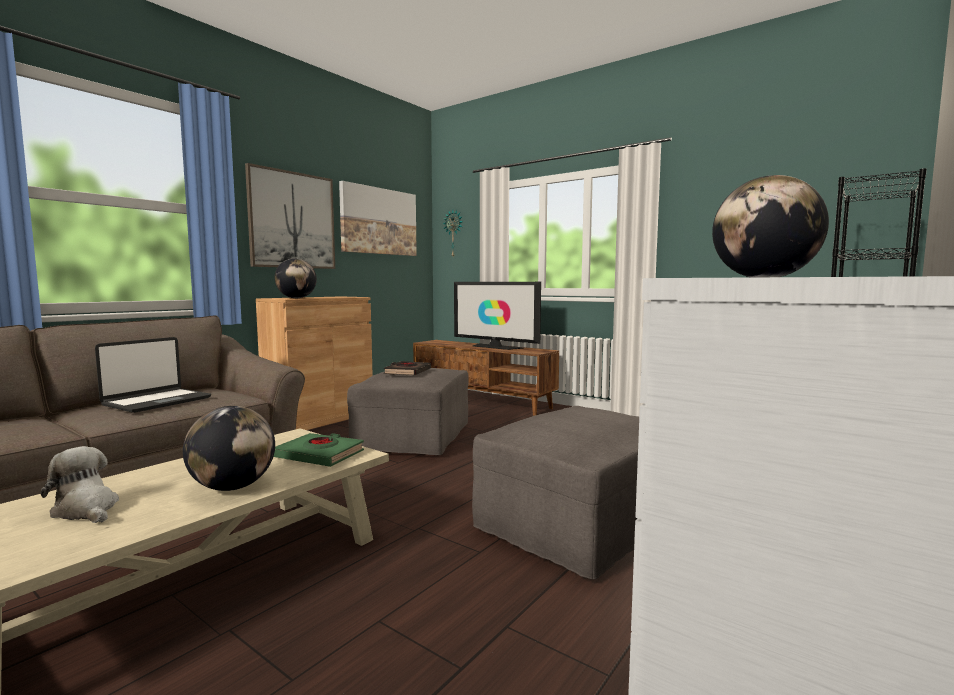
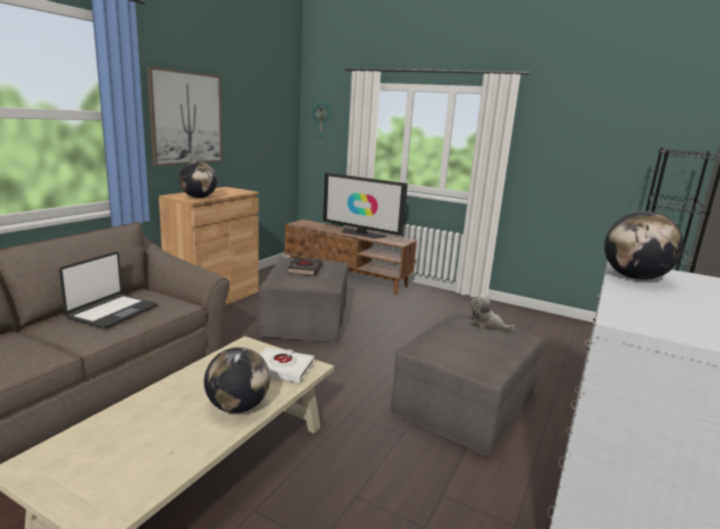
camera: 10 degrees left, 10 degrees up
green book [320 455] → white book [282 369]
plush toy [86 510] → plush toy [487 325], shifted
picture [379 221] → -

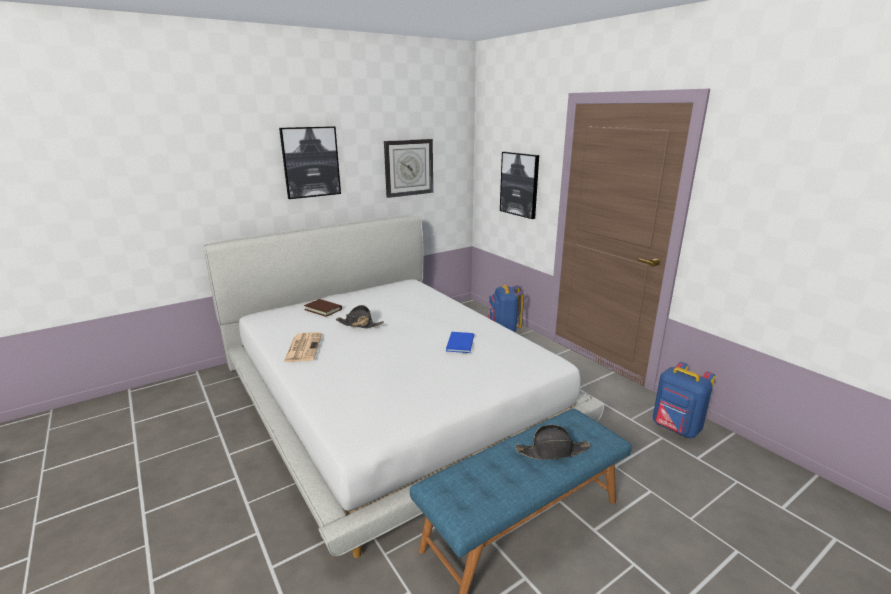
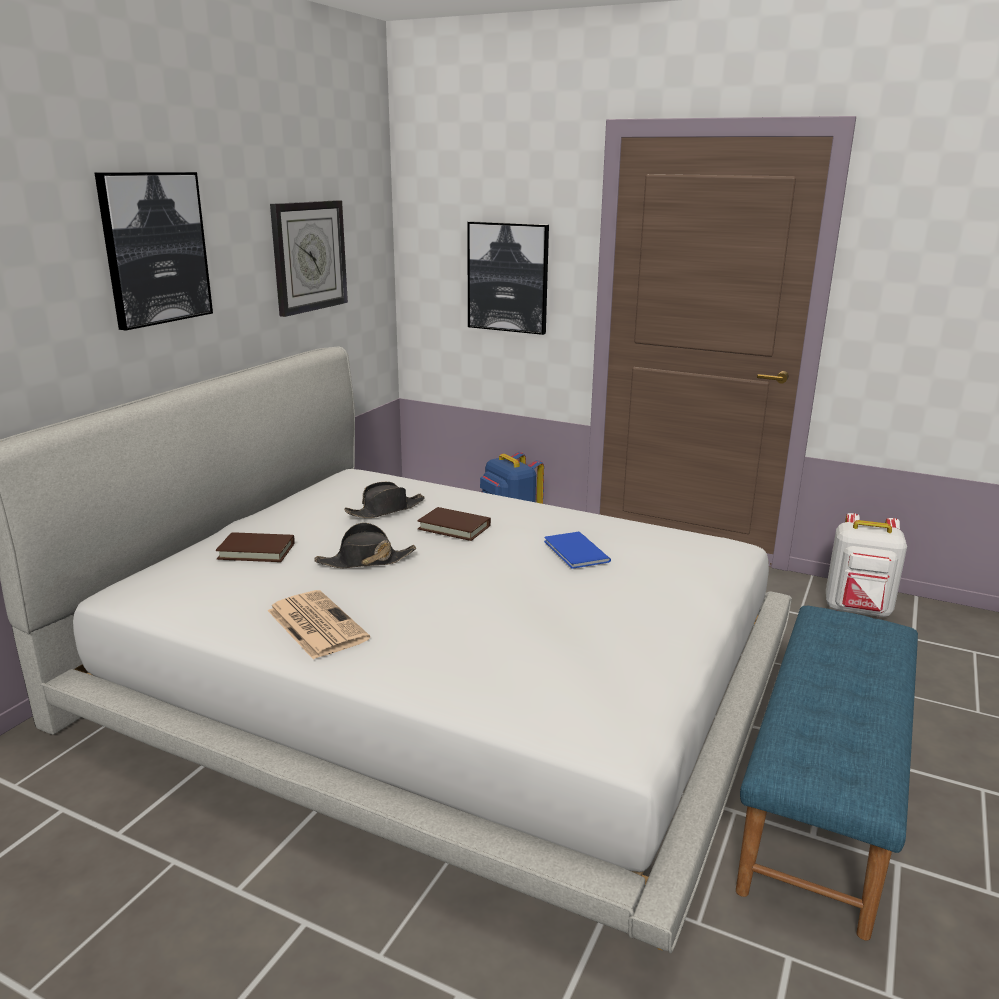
camera: 30 degrees left, 0 degrees up
black hat [552 451] → black hat [386 510], shifted
- → brown book [454 527]
blue backpack [675 429] → white backpack [858 610]

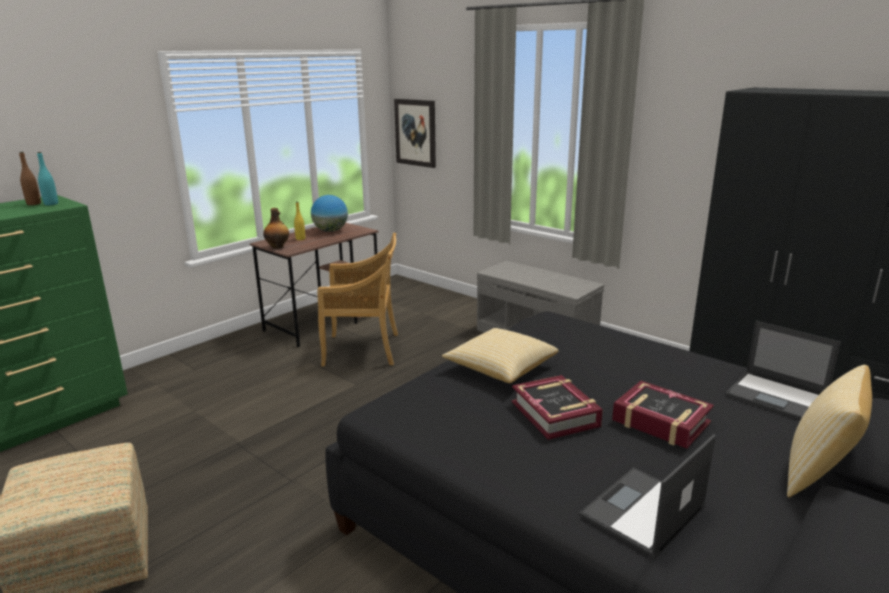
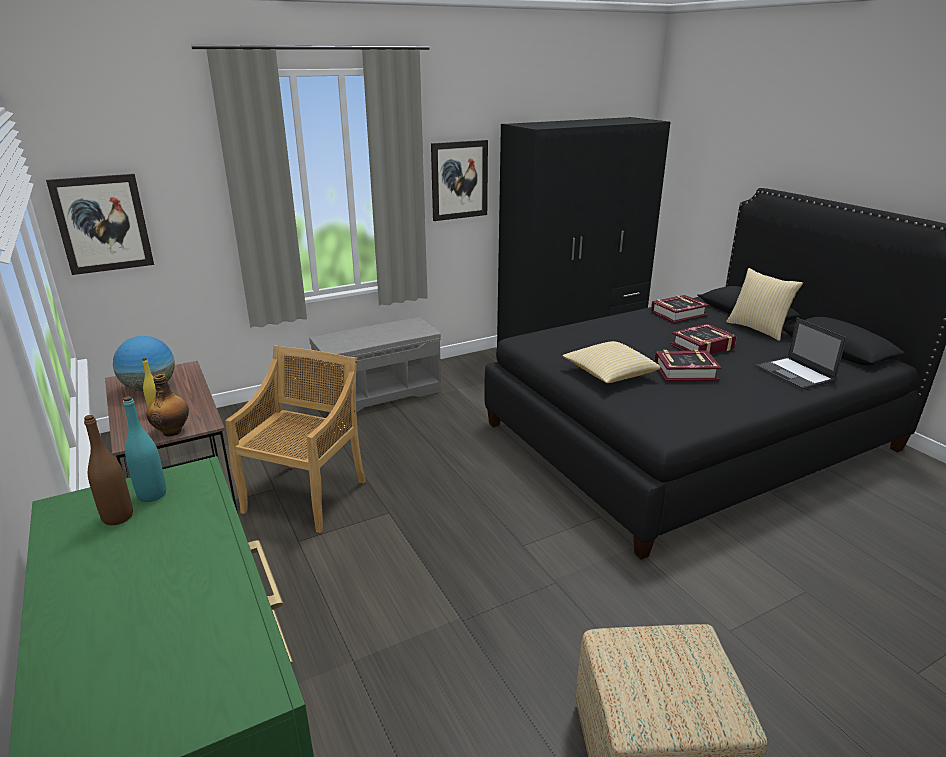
camera: 70 degrees left, 5 degrees up
- → picture [459 180]
laptop [777 397] → book [678 313]

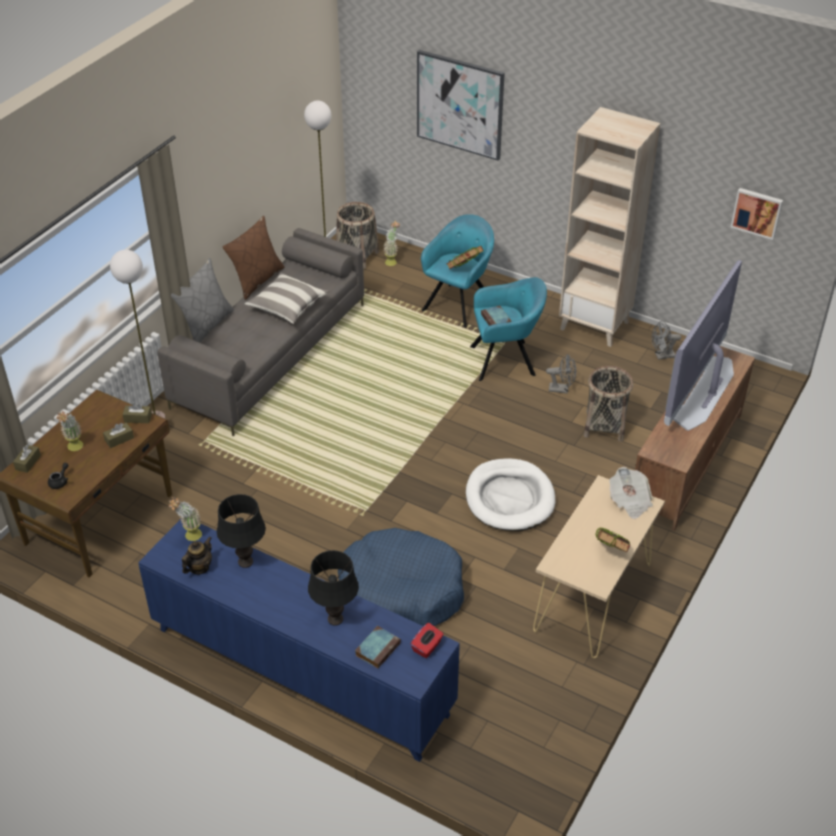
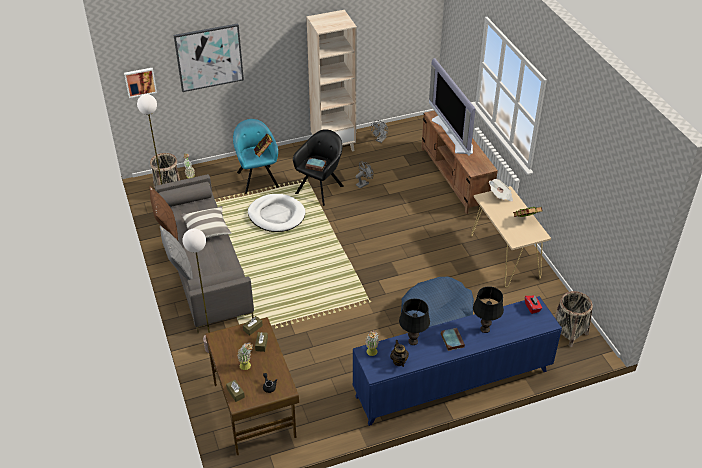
camera: 50 degrees left, 0 degrees up
picture [757 212] → picture [140 81], shifted
white dog bed [509 498] → white dog bed [276 215], shifted
turquoise armchair [505 360] → black armchair [320 188]
book [378 648] → book [451 340], shifted
basket [604 426] → basket [568 332], shifted

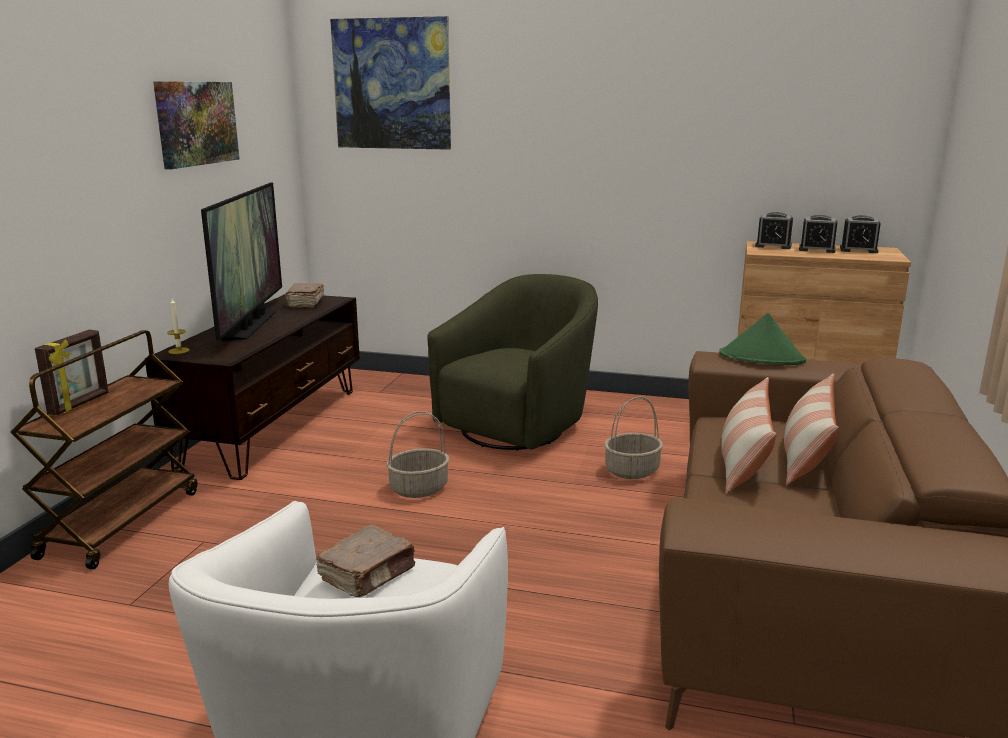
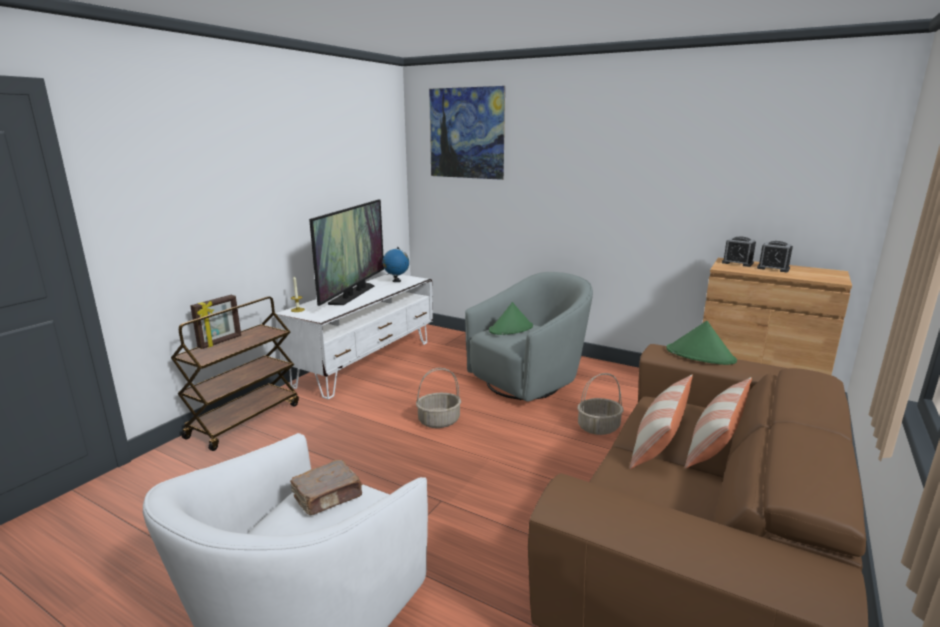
camera: 15 degrees right, 0 degrees up
brown tv stand [274 427] → white tv stand [366 363]
brown book [305 303] → globe [396 281]
green armchair [519 425] → grey armchair [529 381]
- → green hat [511 329]
picture [196 123] → -
alarm clock [858 250] → -

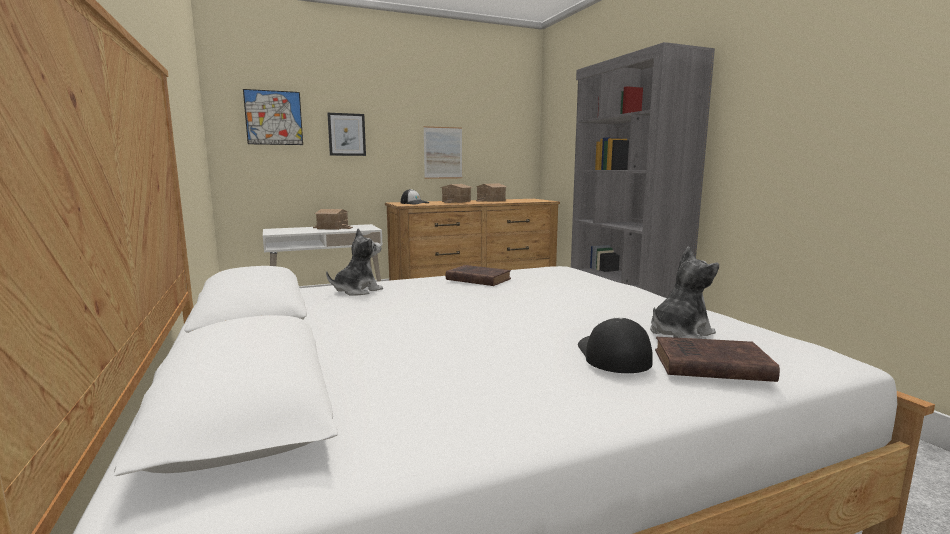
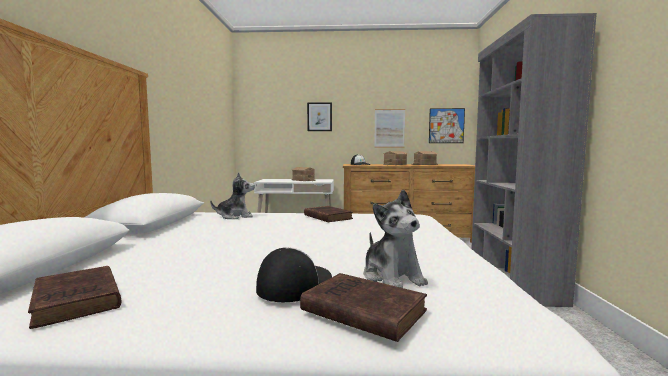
camera: 25 degrees right, 5 degrees down
- → brown book [77 301]
plush toy [679 334] → plush toy [392 277], 75 degrees clockwise
picture [273 117] → picture [446 125], shifted

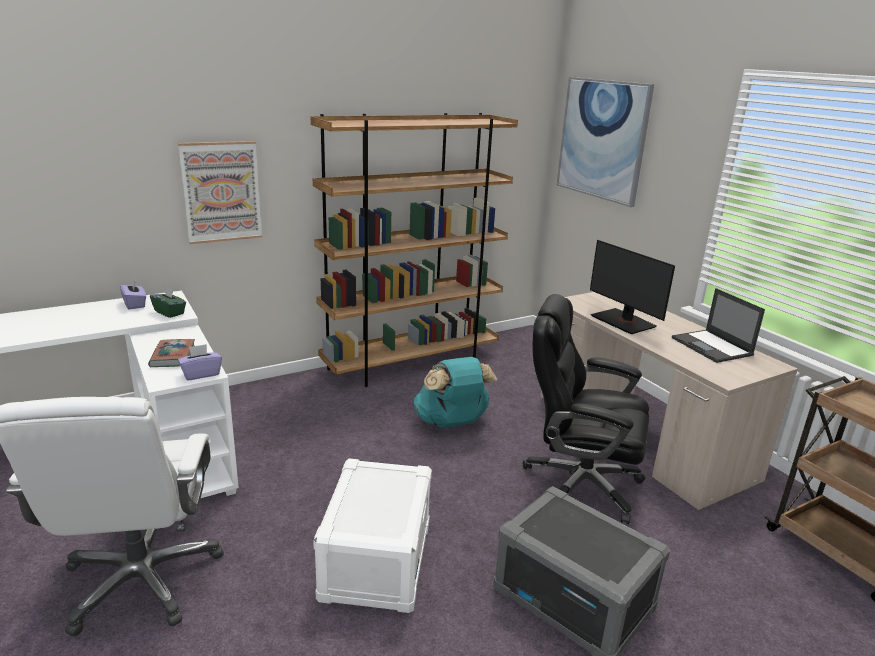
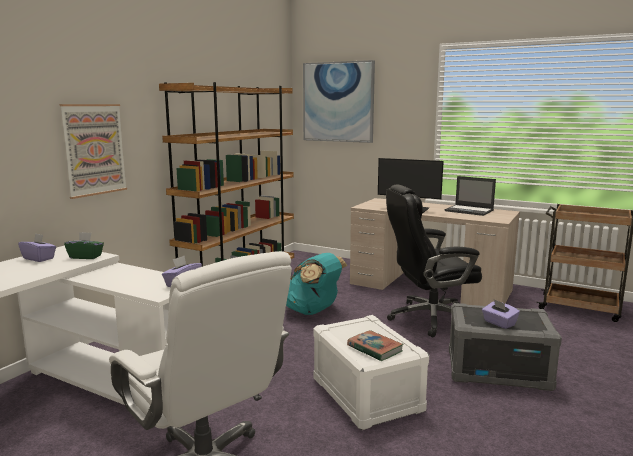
camera: 30 degrees left, 10 degrees down
book [173 356] → book [374 349], shifted
- → purple tissue box [499 323]

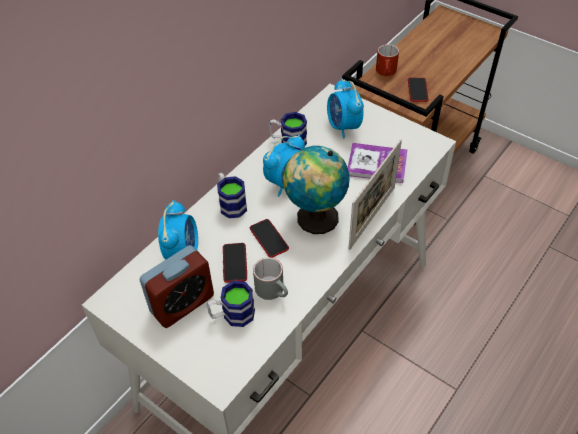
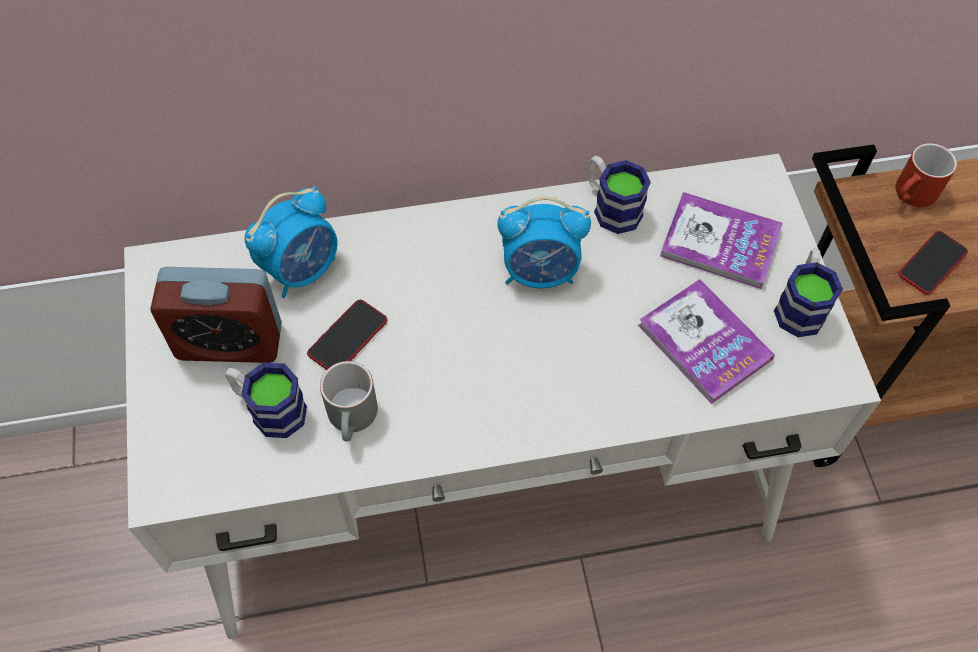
camera: 40 degrees right, 10 degrees up
alarm clock [343 127] → book [720 242]
mug [230 203] → mug [800 305], shifted
phone [269 238] → -
globe [314 219] → -
picture frame [372 217] → -

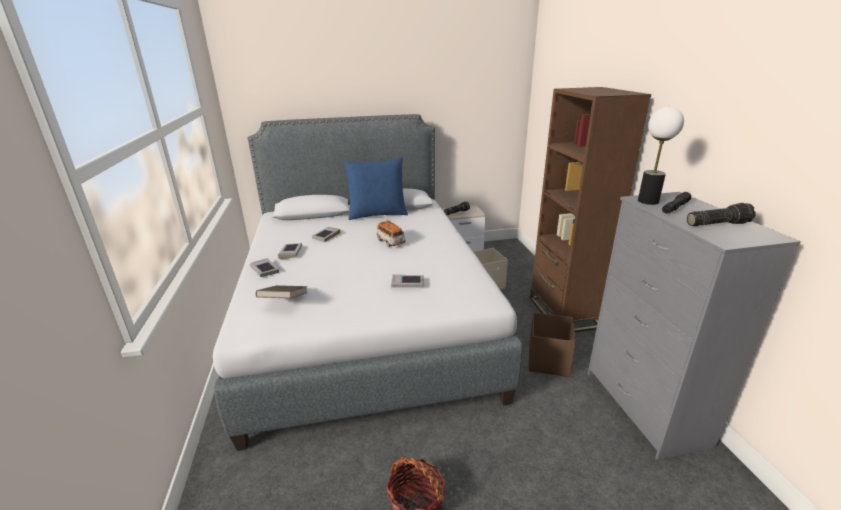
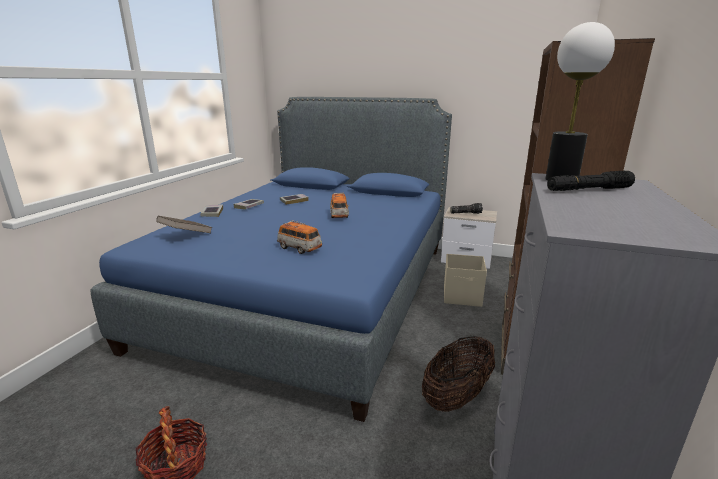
camera: 30 degrees right, 5 degrees down
grey bed [364 318] → blue bed [313 291]
book [407 284] → toy car [299 248]
brown storage box [548 360] → basket [457 396]
blue pillow [377 214] → -
flashlight [716 224] → -

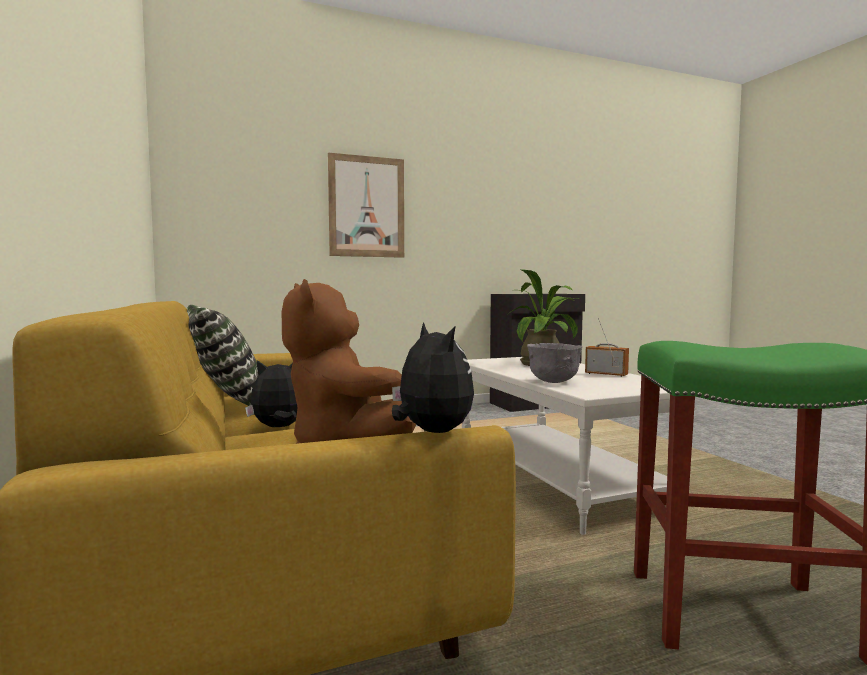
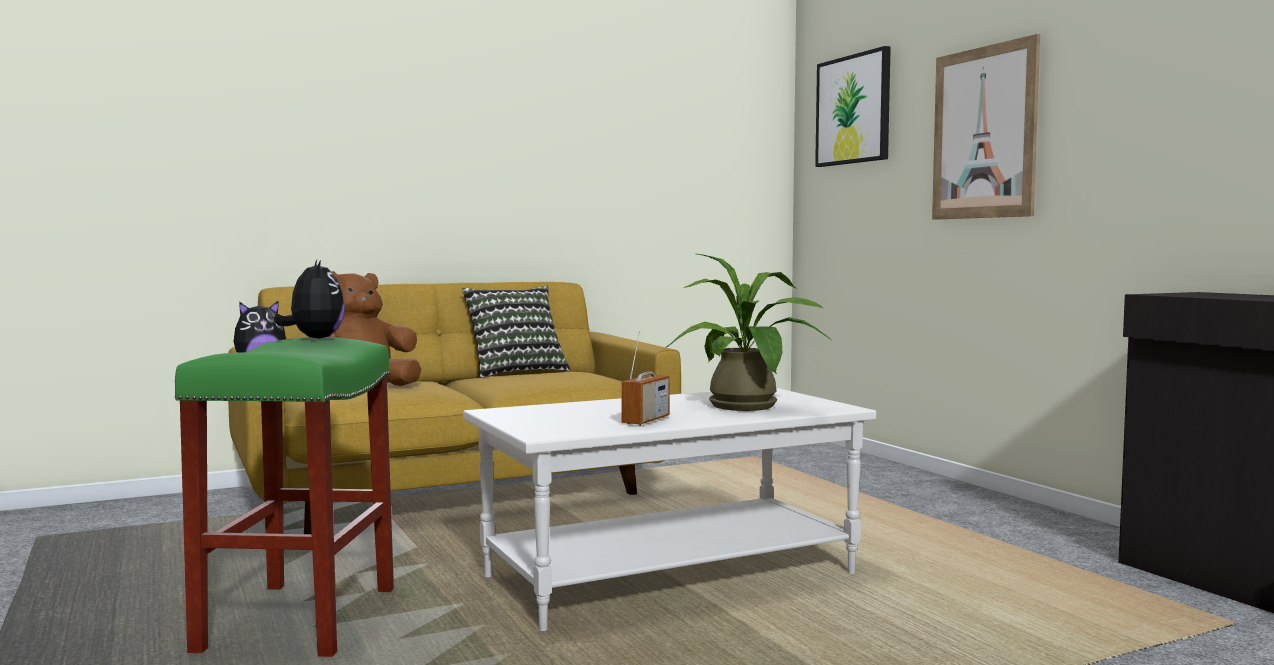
camera: 85 degrees right, 0 degrees up
plush toy [279 428] → plush toy [314 338], shifted
- → picture [853 109]
grey bowl [553 382] → -

